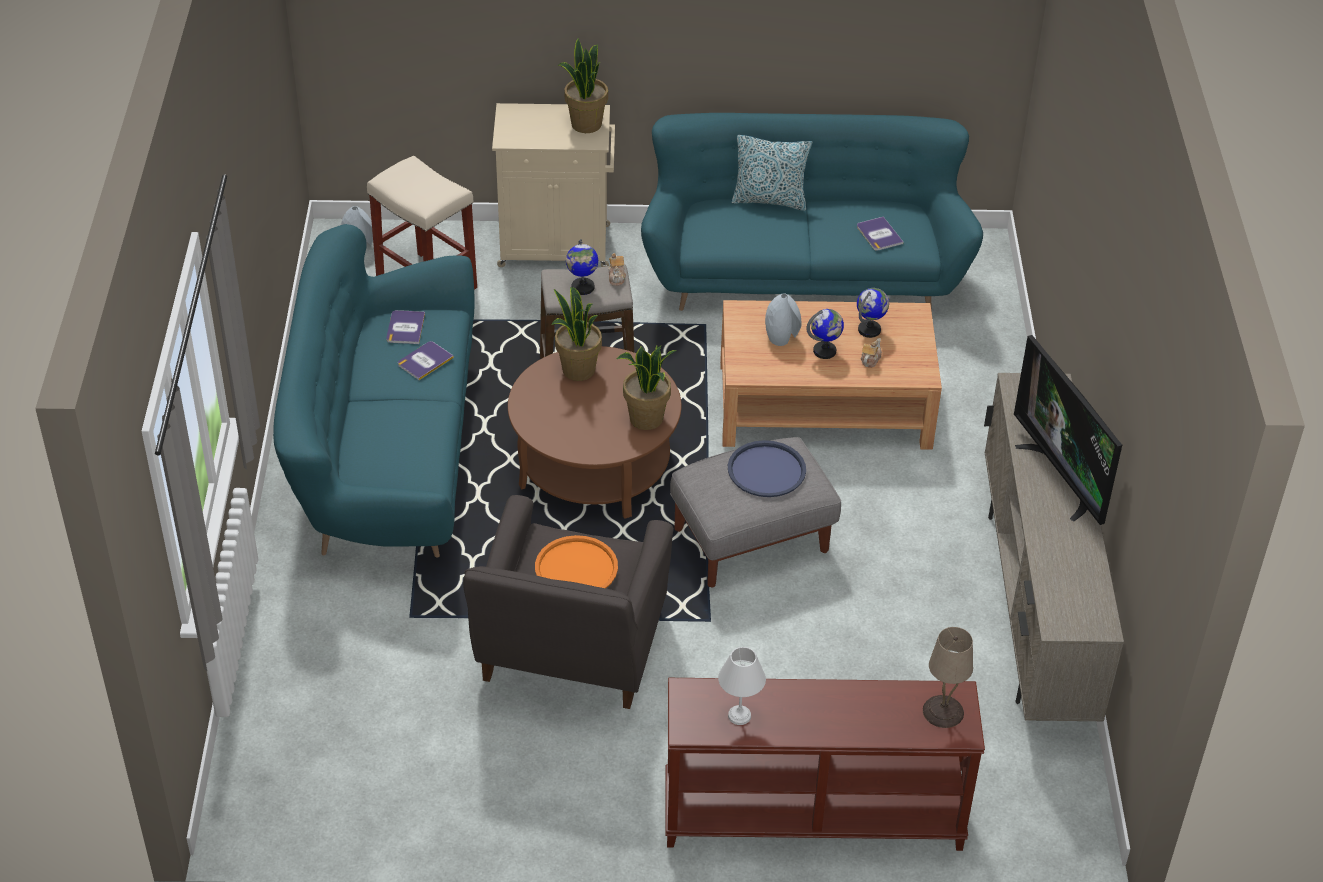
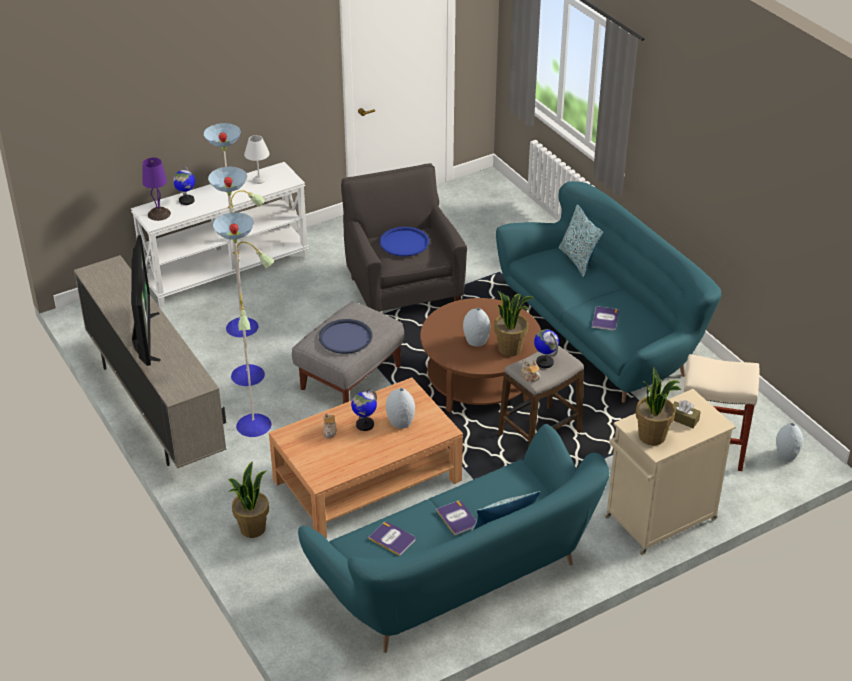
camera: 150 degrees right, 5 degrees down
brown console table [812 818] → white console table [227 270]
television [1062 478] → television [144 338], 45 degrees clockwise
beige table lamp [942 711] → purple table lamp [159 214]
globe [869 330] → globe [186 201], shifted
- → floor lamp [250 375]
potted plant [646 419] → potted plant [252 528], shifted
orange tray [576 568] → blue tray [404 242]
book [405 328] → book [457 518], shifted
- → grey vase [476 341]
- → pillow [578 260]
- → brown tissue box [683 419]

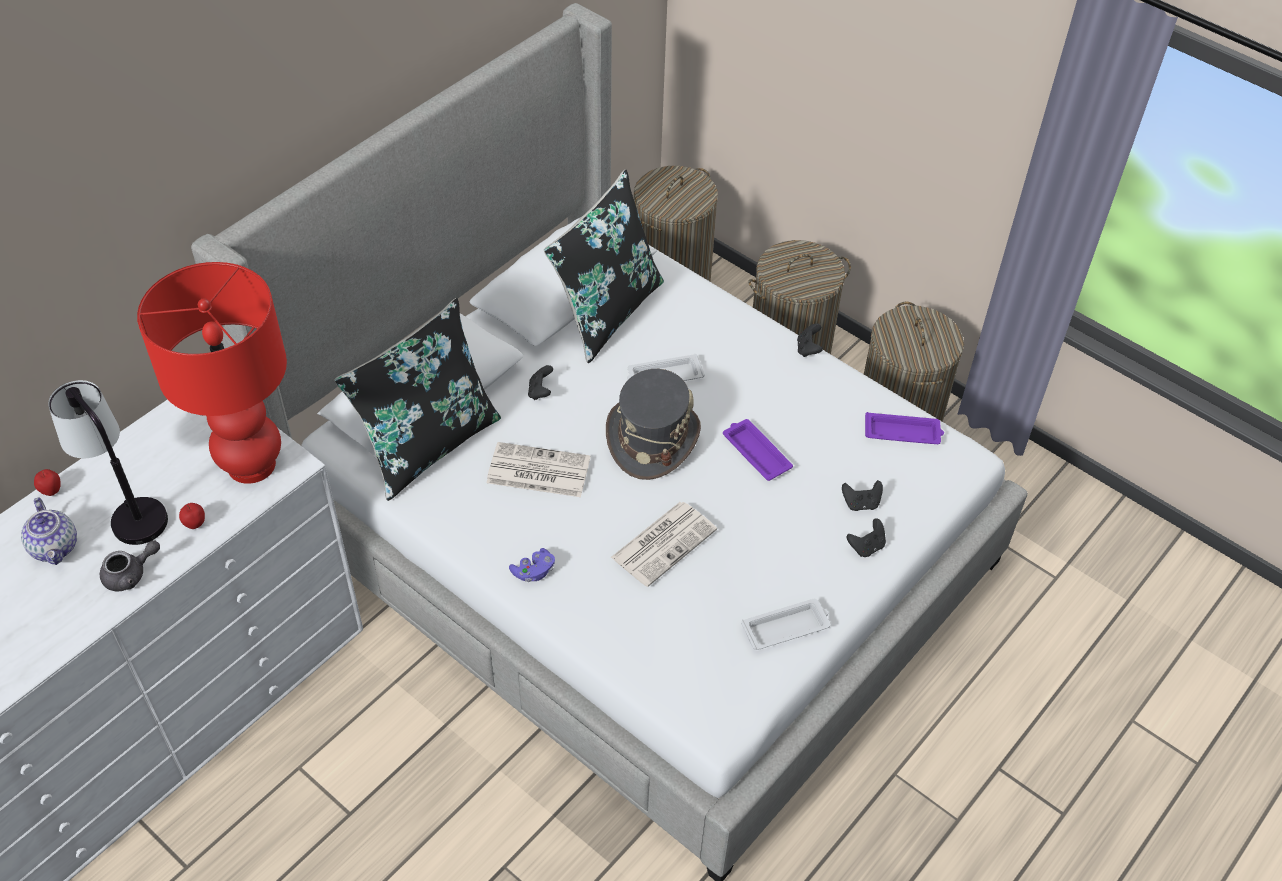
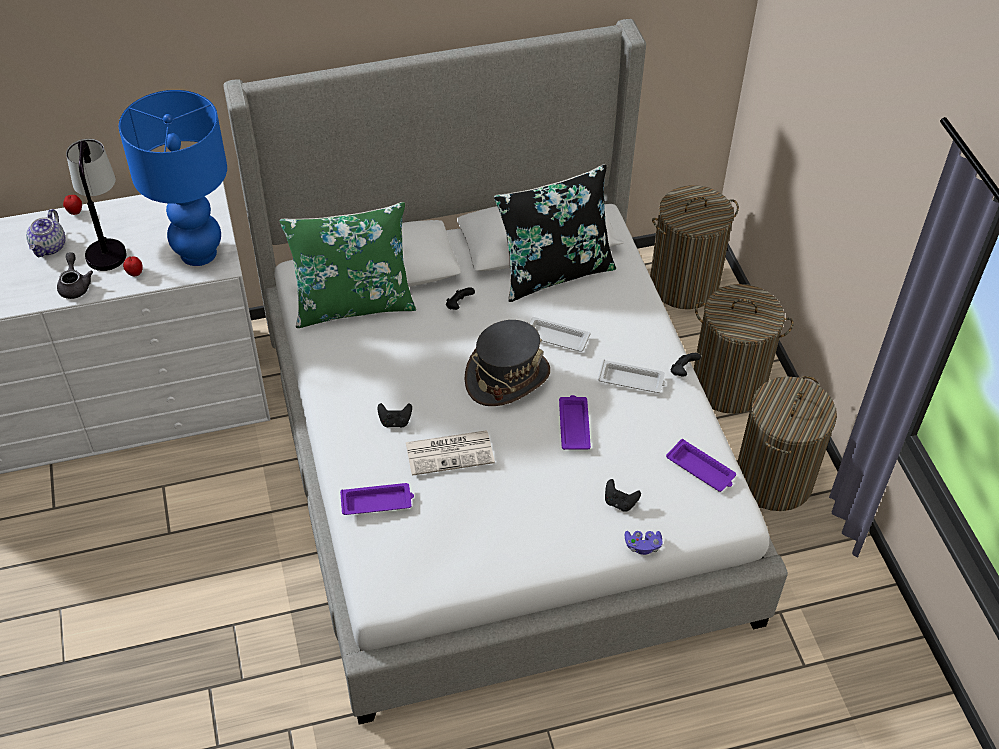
camera: 35 degrees right, 0 degrees up
grey teapot [131 574] → grey teapot [75 285], 105 degrees counterclockwise
red table lamp [251 466] → blue table lamp [198 253]
black pillow [428 444] → green pillow [353 304]
- → purple tray [378 502]
black game controller [866 547] → black game controller [395 421], shifted
white tray [787 627] → white tray [632 380], shifted
purple game controller [533 572] → purple game controller [642 546], shifted
newspaper [537 471] → -

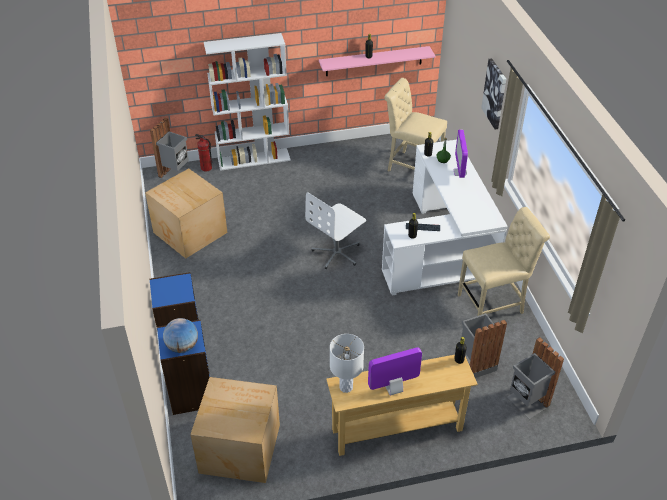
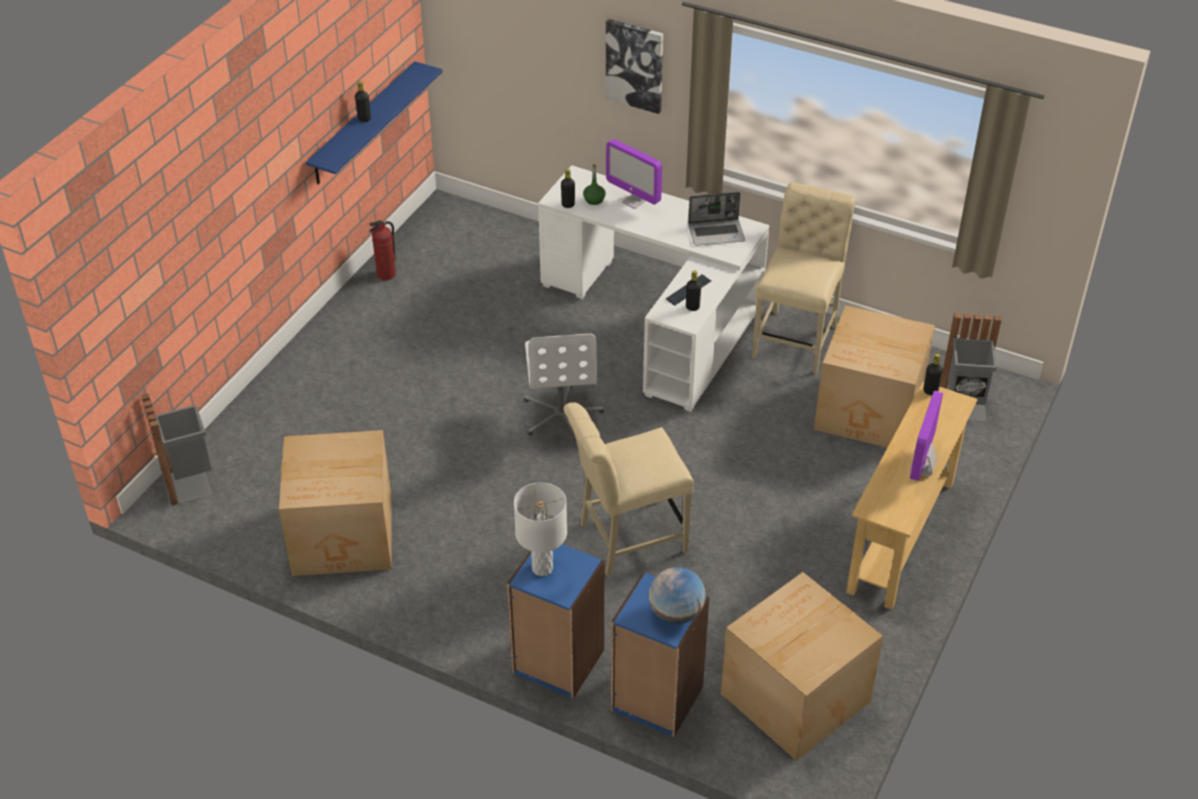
camera: 50 degrees left, 0 degrees up
pink shelf [374 61] → blue shelf [363 124]
fire extinguisher [206 168] → fire extinguisher [386 274], shifted
white table lamp [346 387] → white table lamp [542 568], shifted
beige chair [411 166] → beige chair [626 538], shifted
- → laptop [717 233]
grey trash can [475 364] → cardboard box [870 411]
white bookcase [254 159] → -

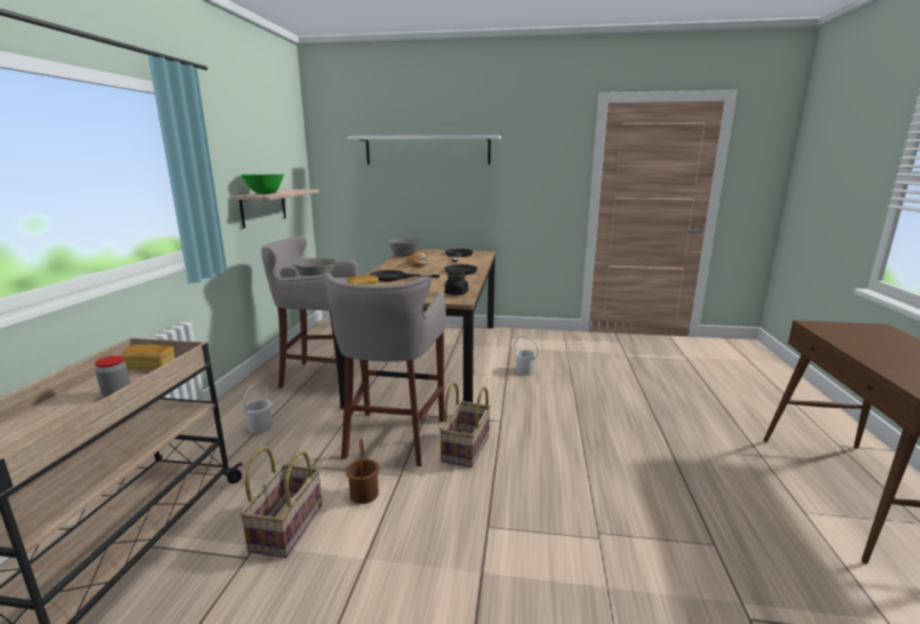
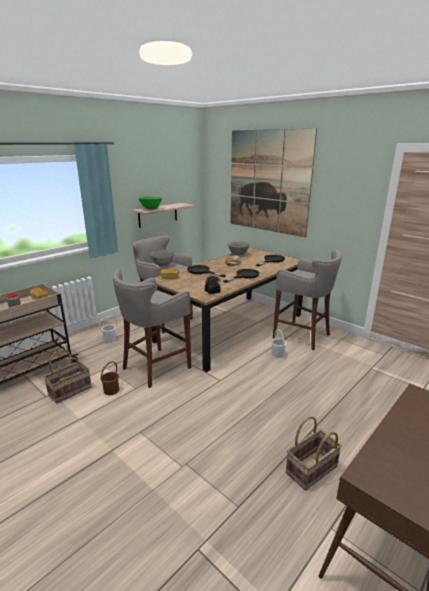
camera: 35 degrees right, 5 degrees up
white shelf [427 150] → picture [268 182]
- → grey stool [303 336]
basket [466 448] → basket [312 470], shifted

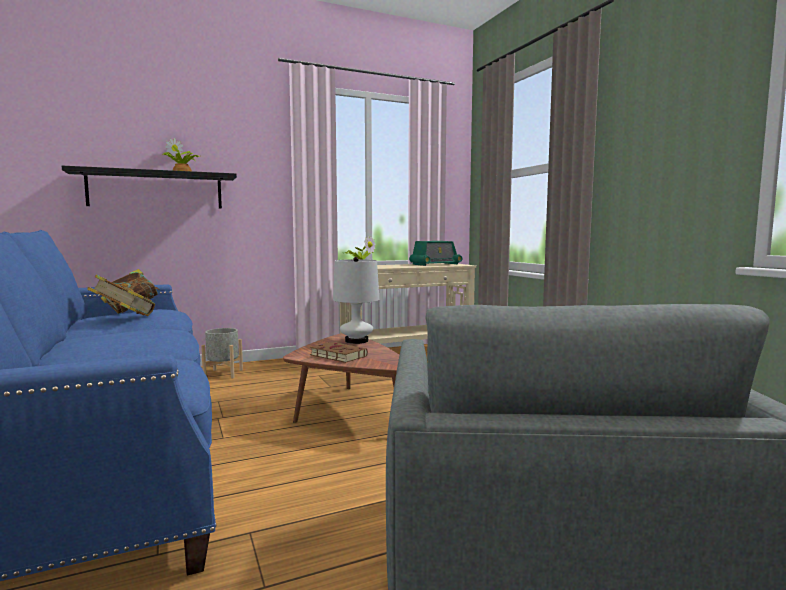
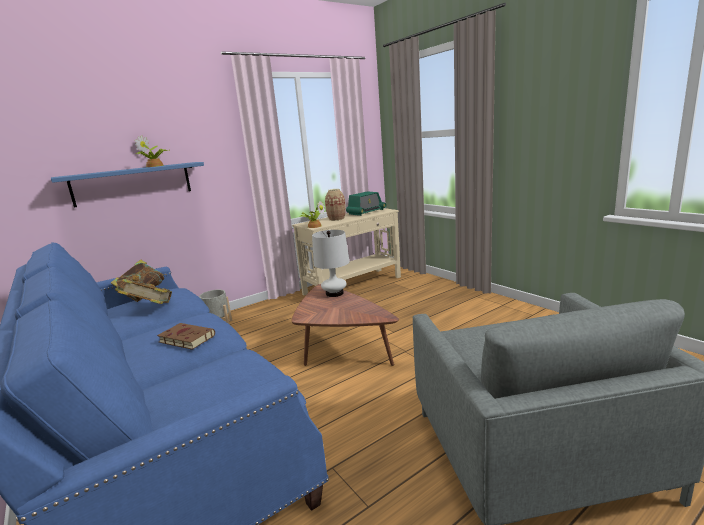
camera: 10 degrees left, 10 degrees up
black shelf [156 190] → blue shelf [132 183]
brown book [337 355] → brown book [185 339], shifted
- → vase [336 219]

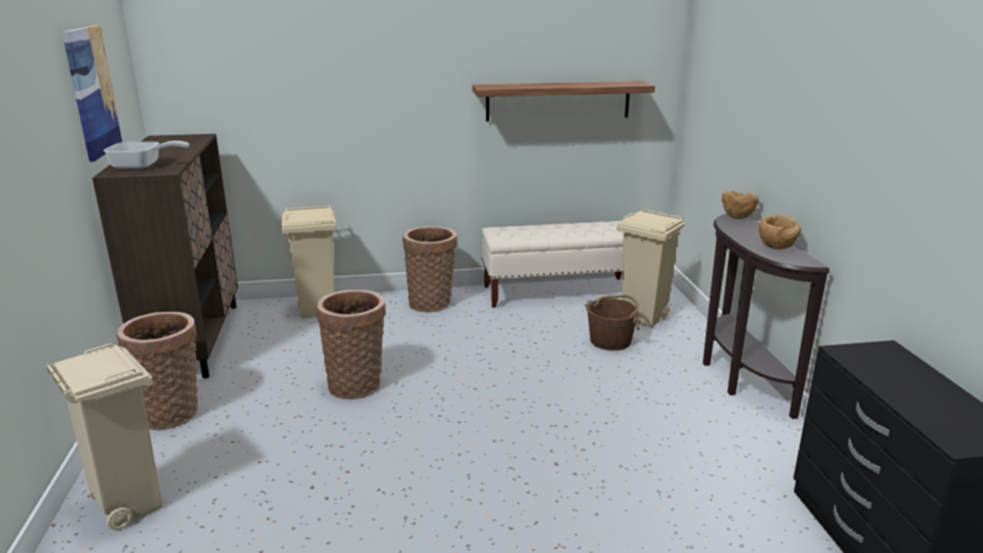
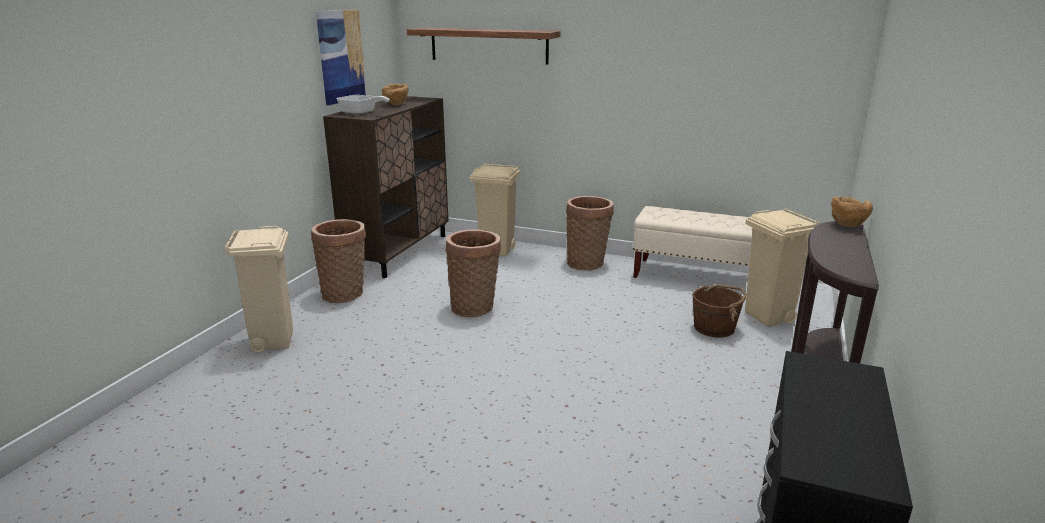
camera: 30 degrees right, 0 degrees up
brown bowl [777 248] → brown bowl [396 105], shifted
shelf [558 101] → shelf [488 45], shifted

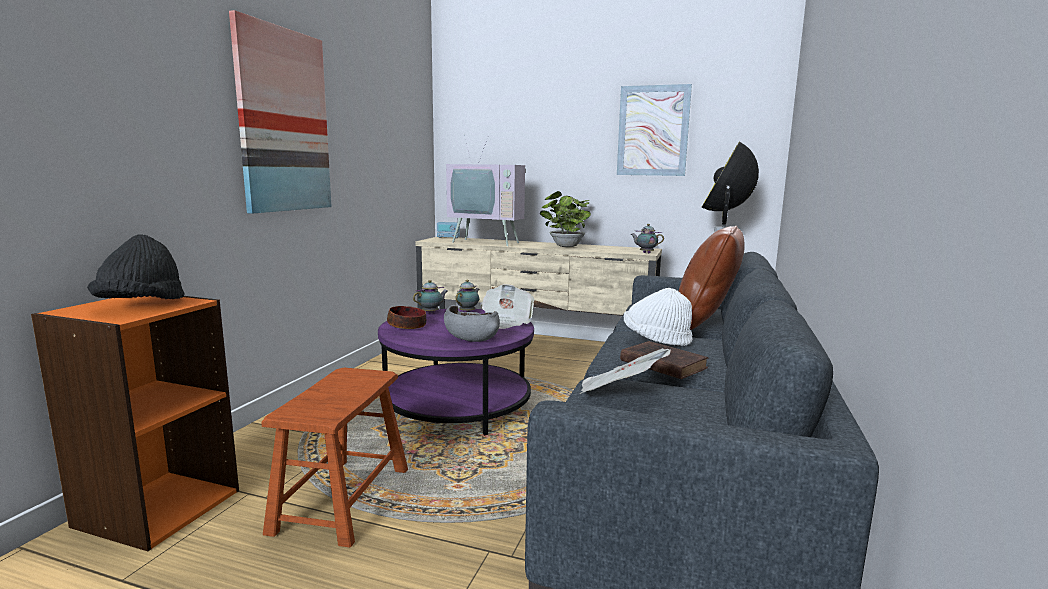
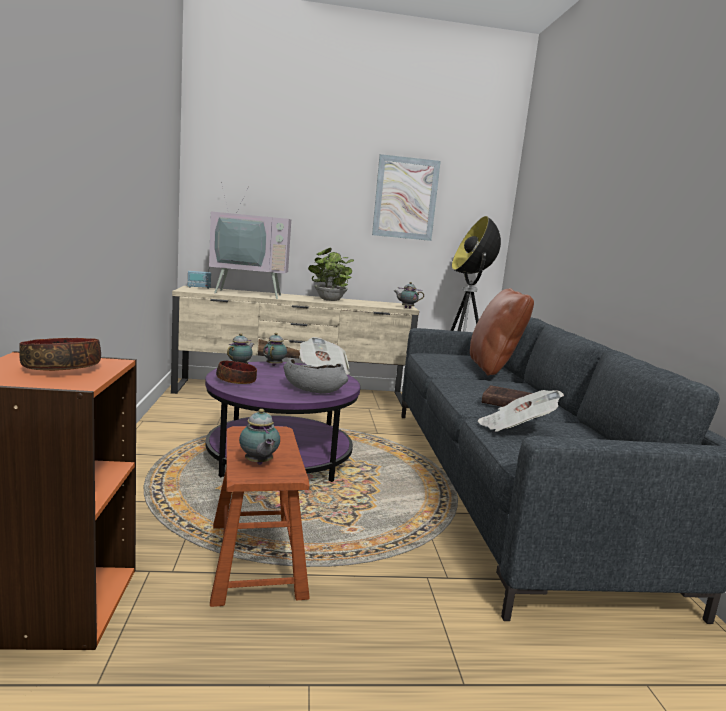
camera: 25 degrees left, 0 degrees up
black hat [142 305] → bowl [62 368]
- → teapot [258 463]
picture [283 121] → -
white hat [656 340] → -

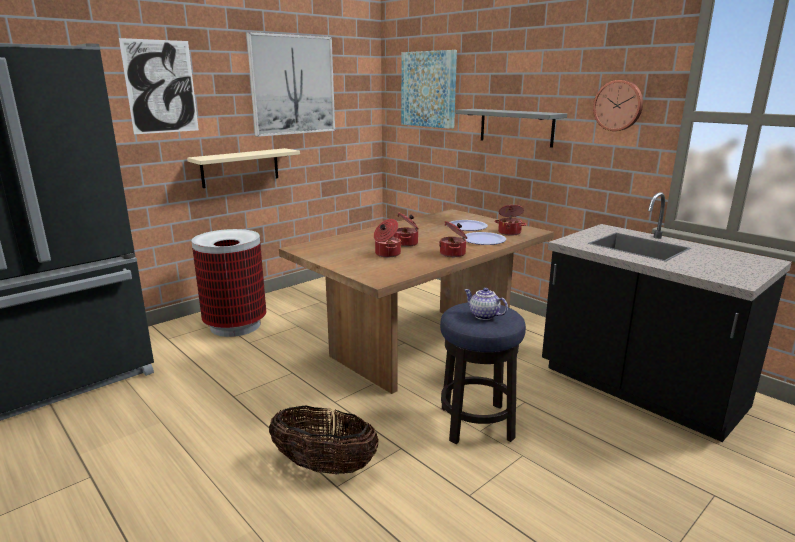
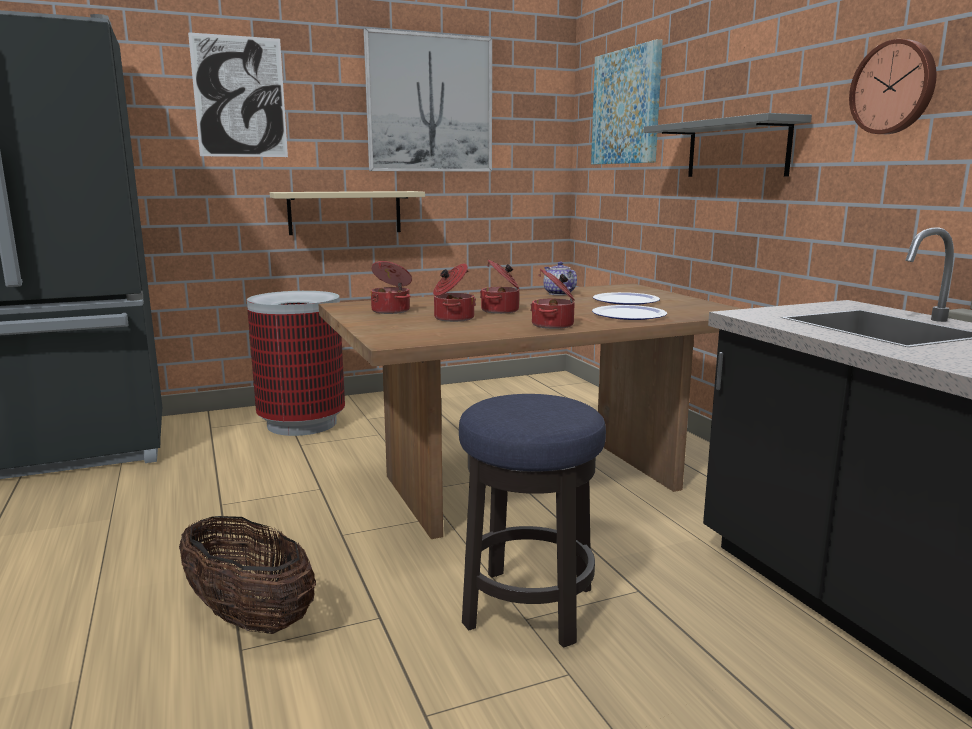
camera: 20 degrees right, 5 degrees down
cooking pot [509 232] → cooking pot [391 311], shifted
teapot [483 316] → teapot [558 293], shifted

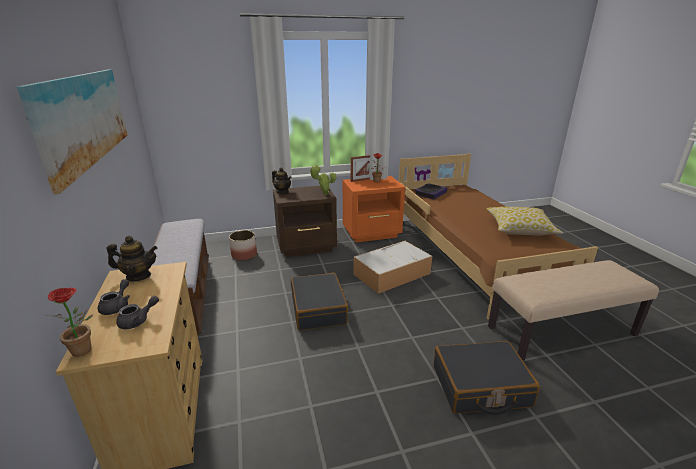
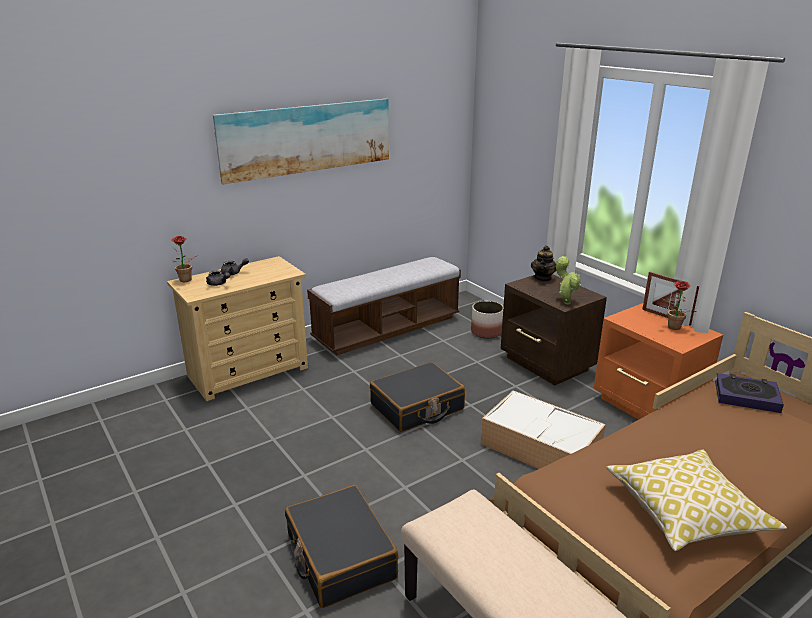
camera: 70 degrees right, 0 degrees up
teapot [138 276] → -

